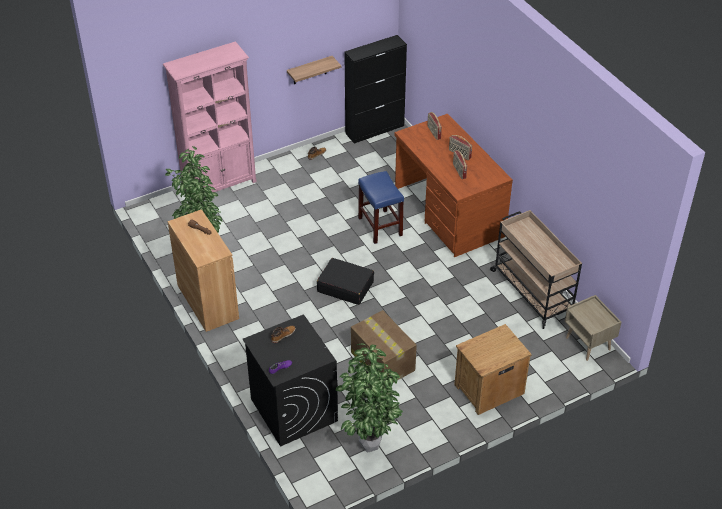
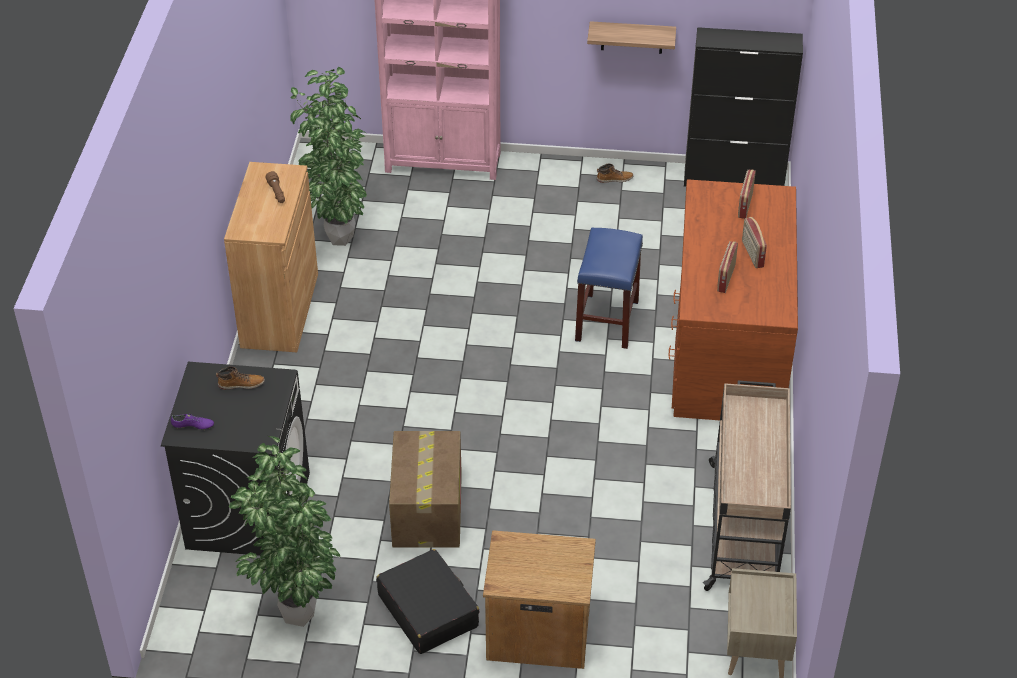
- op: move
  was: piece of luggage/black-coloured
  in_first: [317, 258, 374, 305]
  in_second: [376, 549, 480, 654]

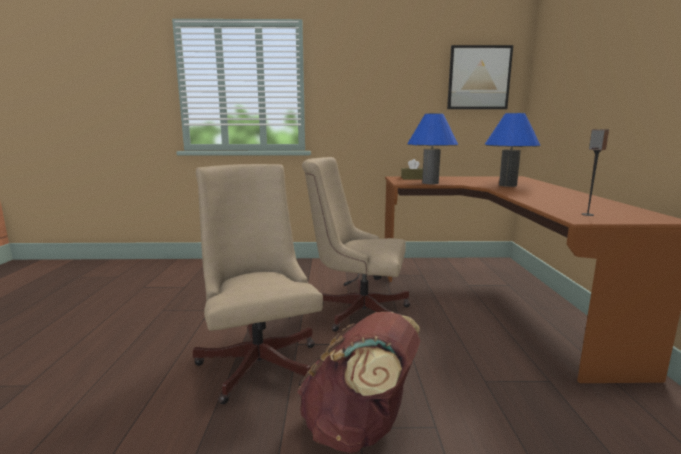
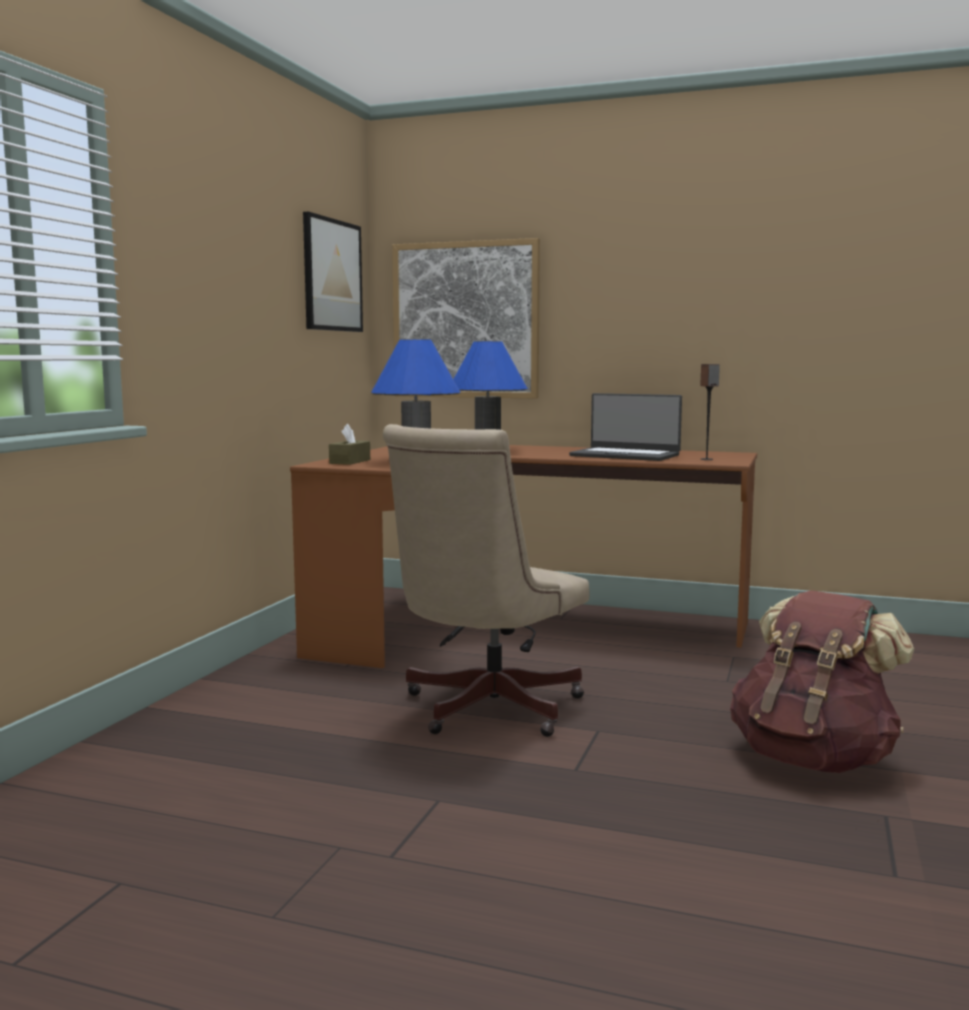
- op: delete
  was: desk chair/sand-coloured
  in_first: [193, 164, 323, 404]
- op: insert
  now: picture
  in_second: [392, 238, 540, 398]
- op: insert
  now: notebook computer
  in_second: [569, 393, 682, 461]

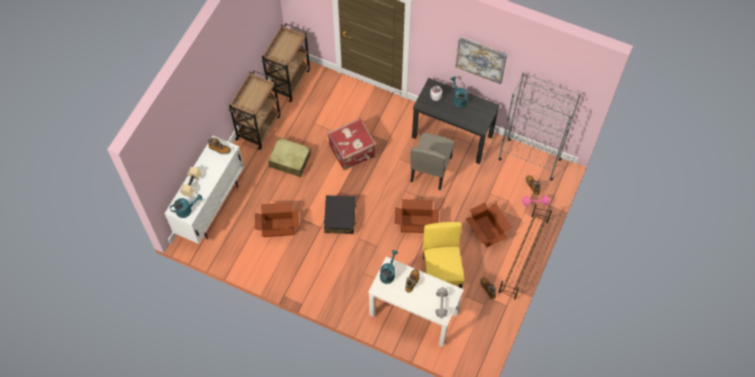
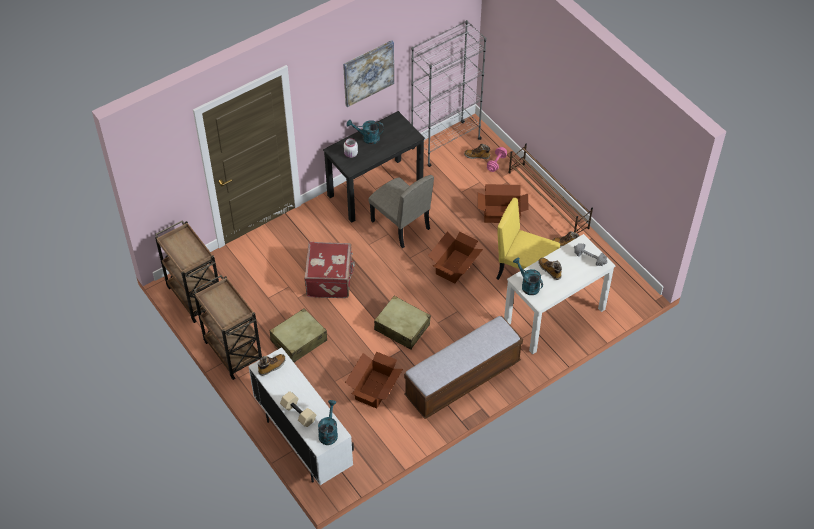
- op: recolor
  was: piece of luggage/black-coloured
  now: piece of luggage/sand-coloured
  in_first: [324, 195, 356, 234]
  in_second: [374, 296, 431, 350]
- op: insert
  now: long seat
  in_second: [404, 316, 523, 419]

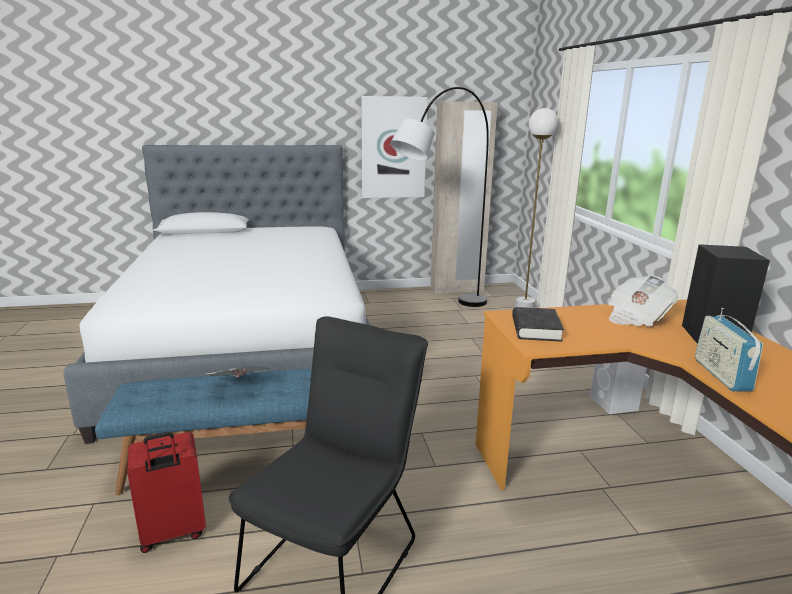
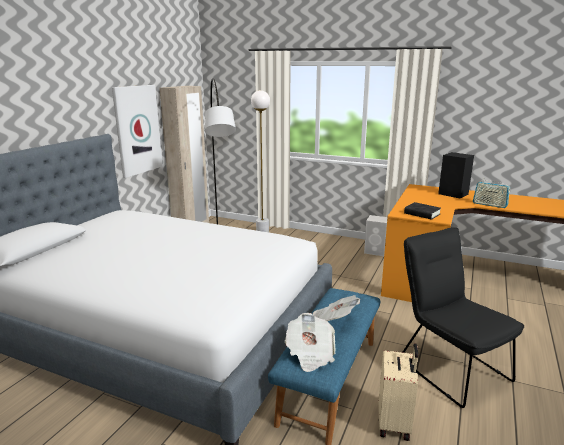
- op: recolor
  was: piece of luggage/red-coloured
  now: piece of luggage/sand-coloured
  in_first: [127, 432, 206, 553]
  in_second: [379, 343, 418, 441]
- op: move
  was: daily paper
  in_first: [608, 276, 678, 327]
  in_second: [285, 313, 336, 372]

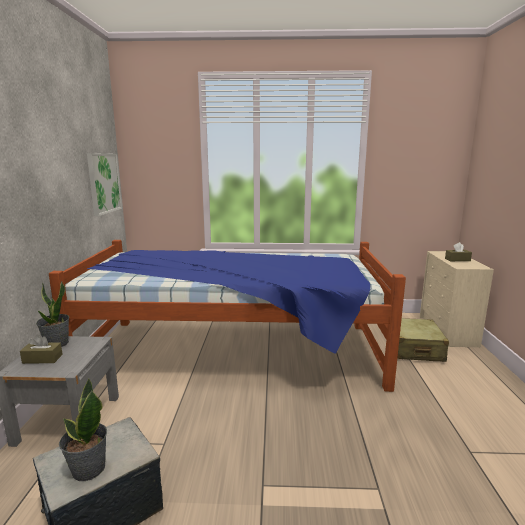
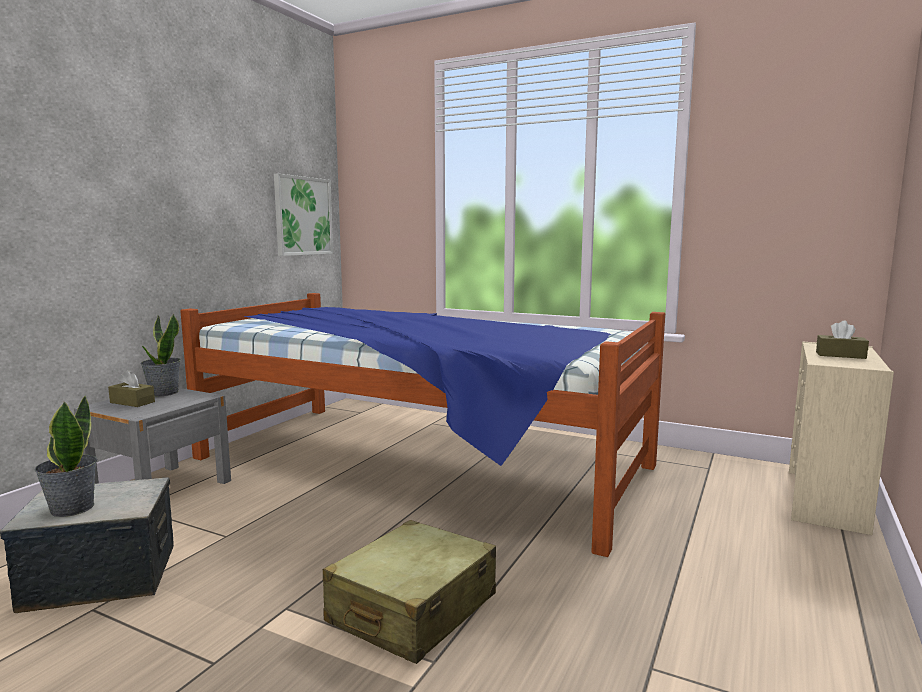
- op: move
  was: piece of luggage/sand-coloured
  in_first: [397, 318, 449, 362]
  in_second: [323, 520, 496, 664]

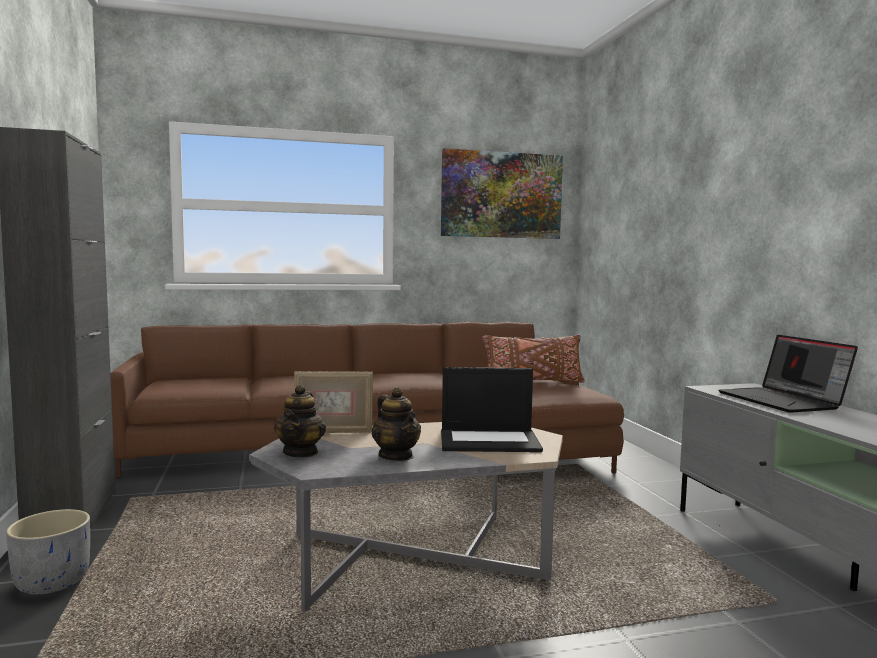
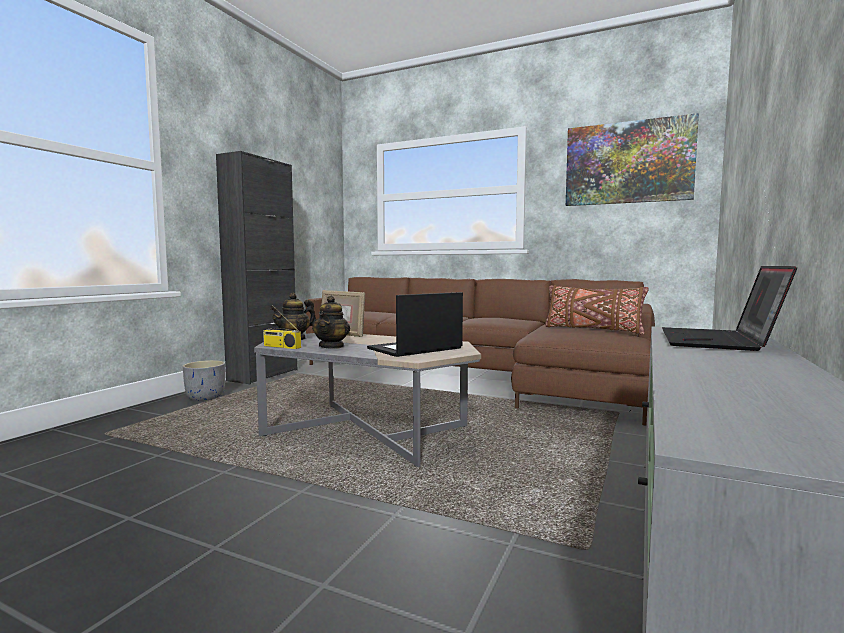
- op: rotate
  was: notebook computer
  in_first: [441, 367, 543, 452]
  in_second: [367, 292, 463, 357]
  clockwise: 105
- op: insert
  now: radio set
  in_second: [263, 305, 301, 349]

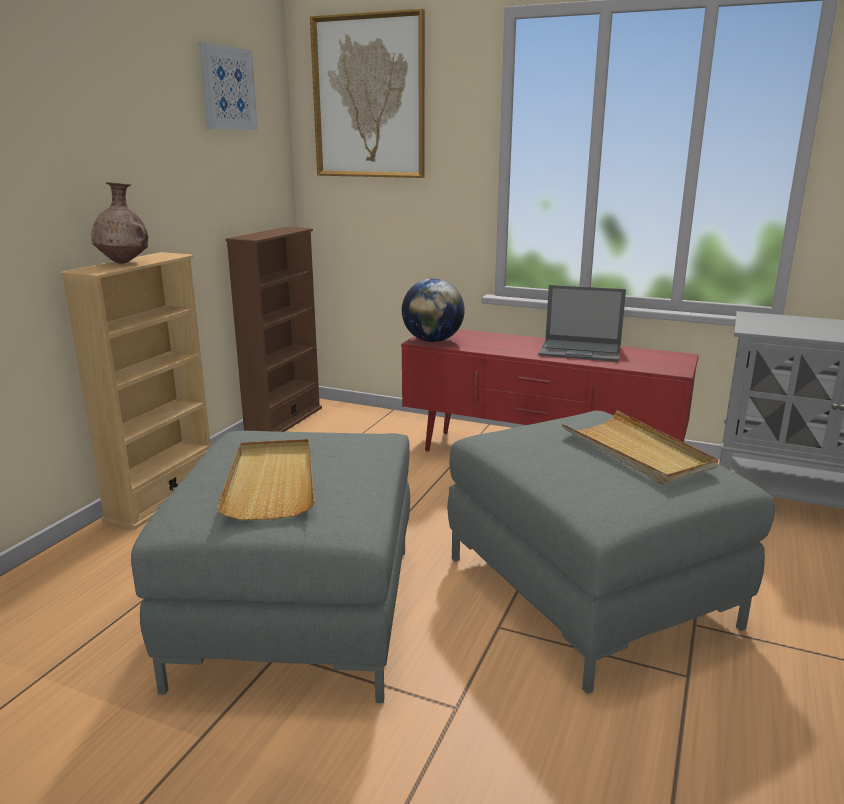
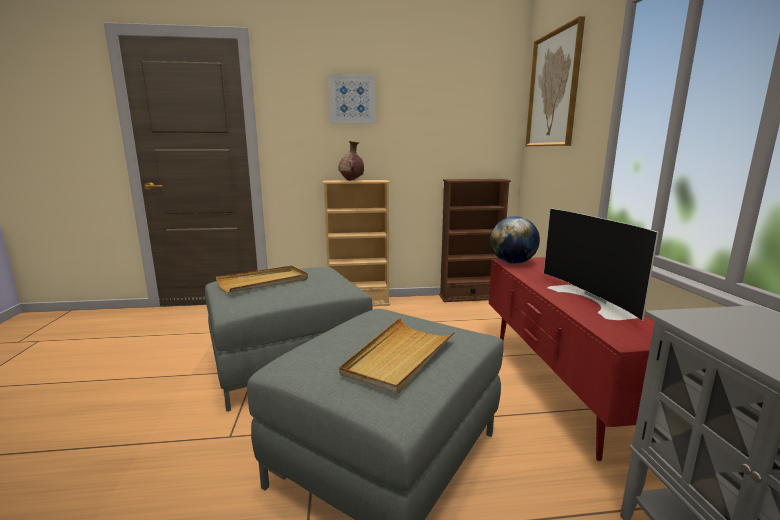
- op: move
  was: picture
  in_first: [199, 42, 258, 130]
  in_second: [328, 74, 376, 124]
- op: replace
  was: notebook computer
  now: TV
  in_first: [539, 285, 626, 362]
  in_second: [543, 208, 659, 321]

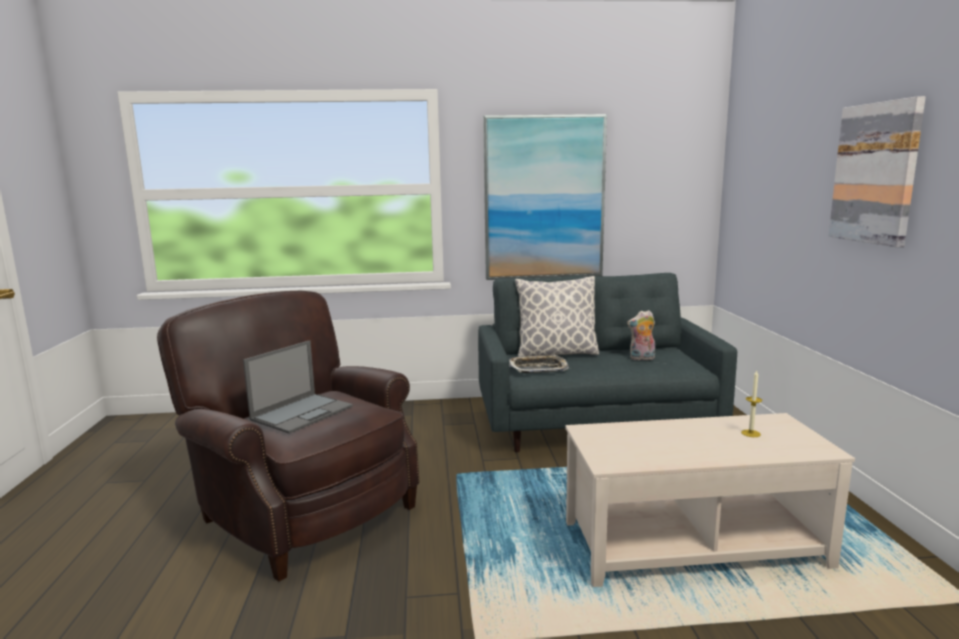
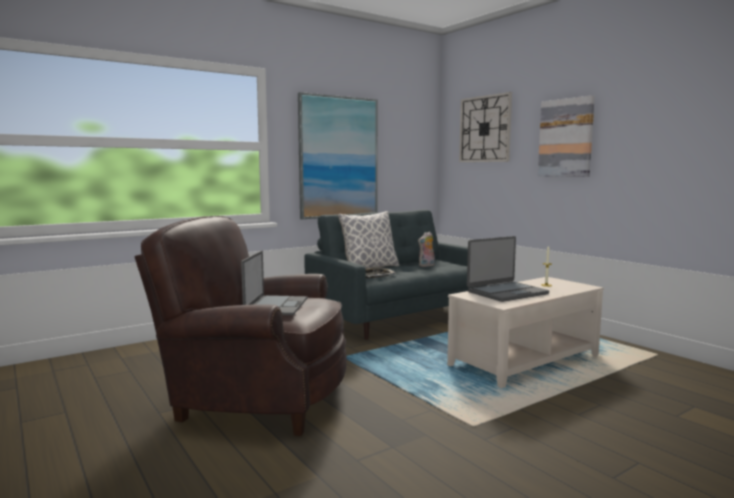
- op: insert
  now: hanging clock
  in_second: [459, 92, 512, 162]
- op: insert
  now: notebook computer
  in_second: [467, 236, 549, 302]

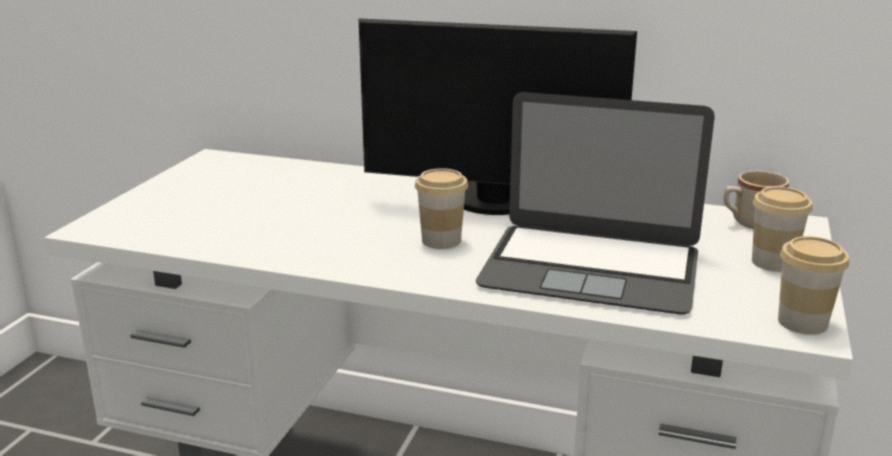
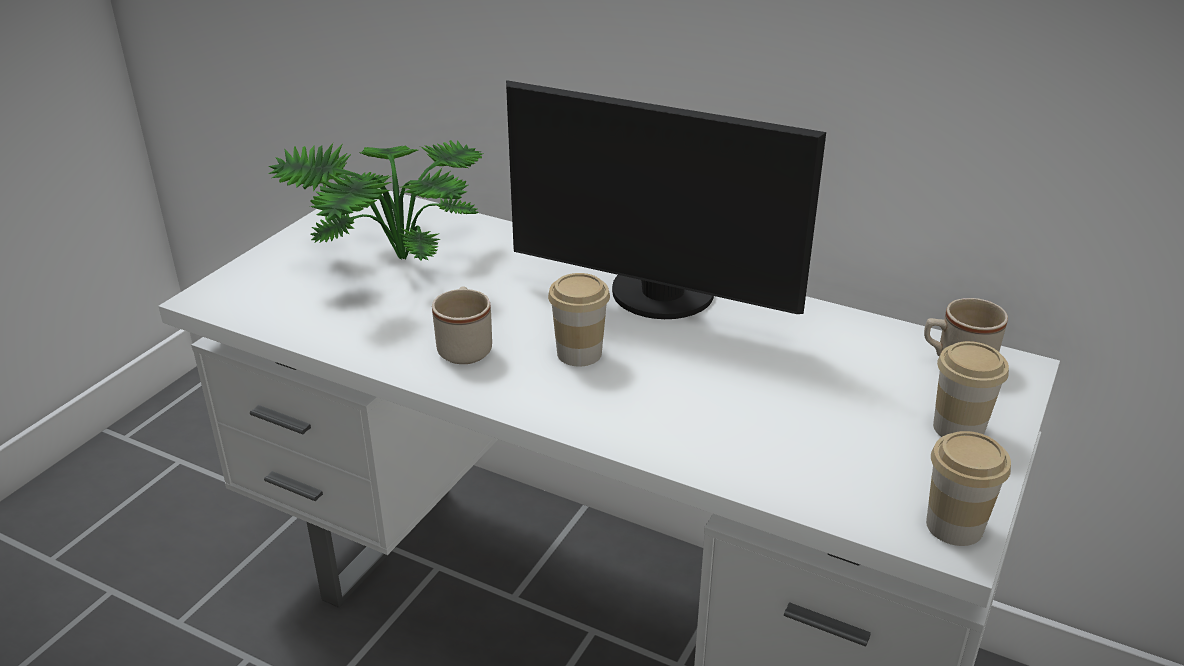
- op: delete
  was: notebook computer
  in_first: [476, 92, 715, 314]
- op: insert
  now: plant in a pot
  in_second: [268, 140, 483, 261]
- op: insert
  now: coffee mug/sand-coloured
  in_second: [432, 286, 492, 364]

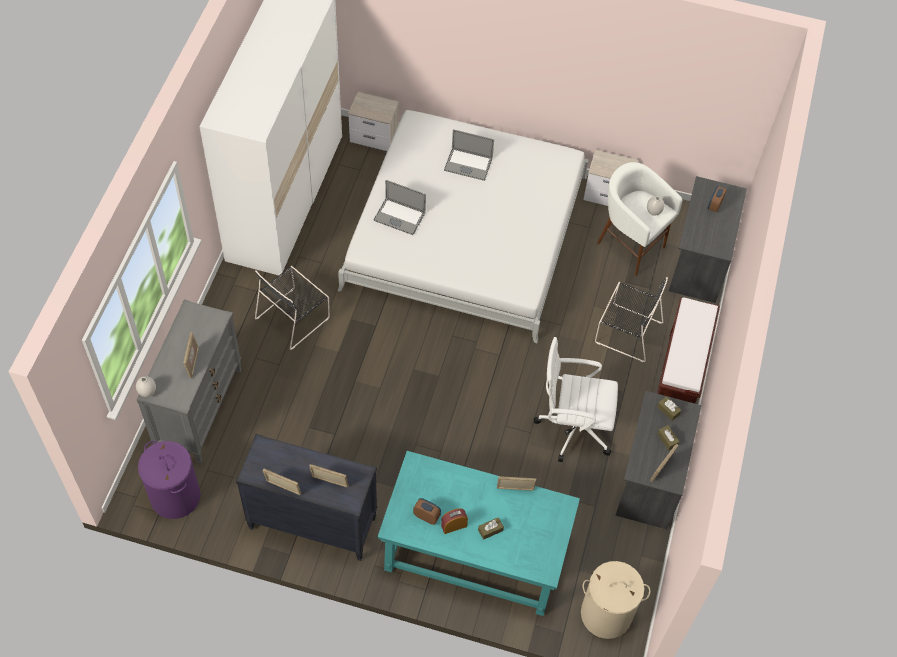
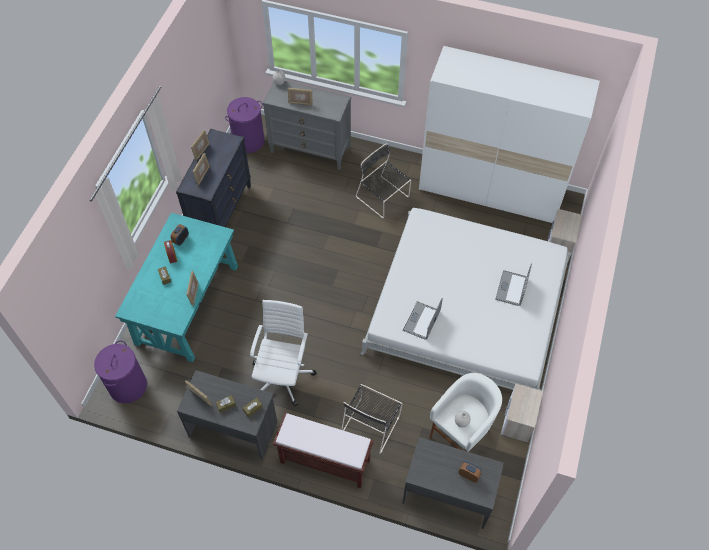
- op: move
  was: notebook computer
  in_first: [373, 180, 426, 235]
  in_second: [403, 298, 443, 340]
- op: recolor
  was: laundry basket/sand-coloured
  now: laundry basket/purplish
  in_first: [581, 561, 650, 639]
  in_second: [94, 340, 147, 403]

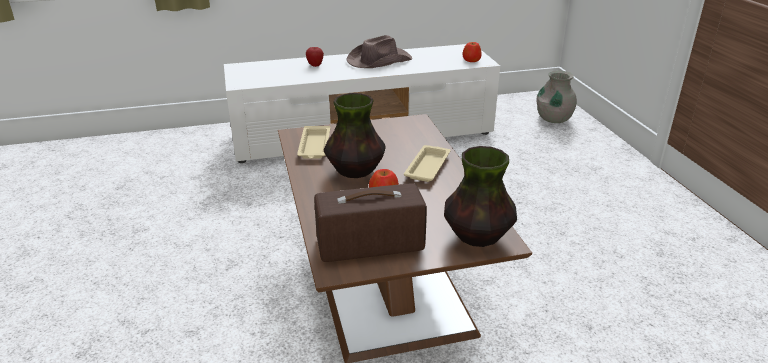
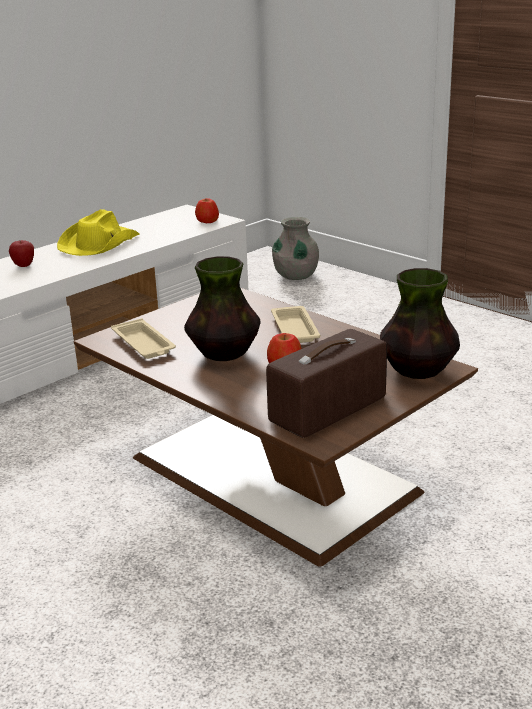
- op: recolor
  was: wearable hat/brown-coloured
  now: wearable hat/yellowish
  in_first: [346, 35, 412, 68]
  in_second: [57, 209, 139, 256]

